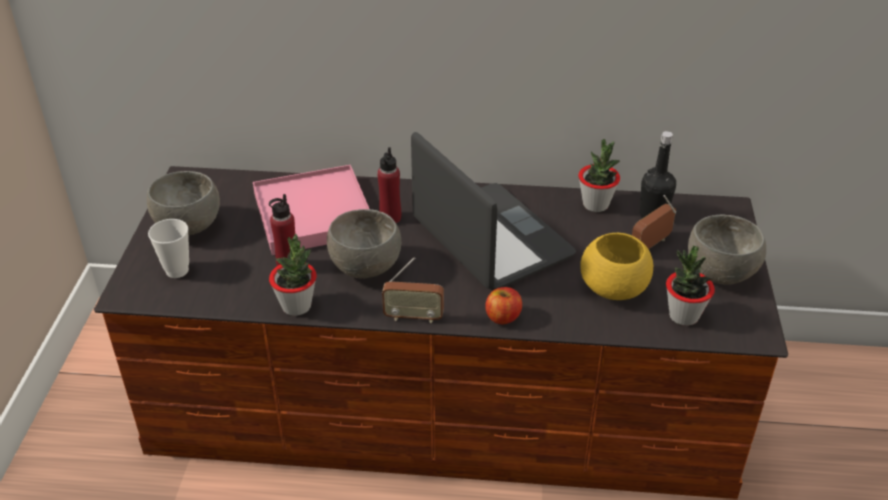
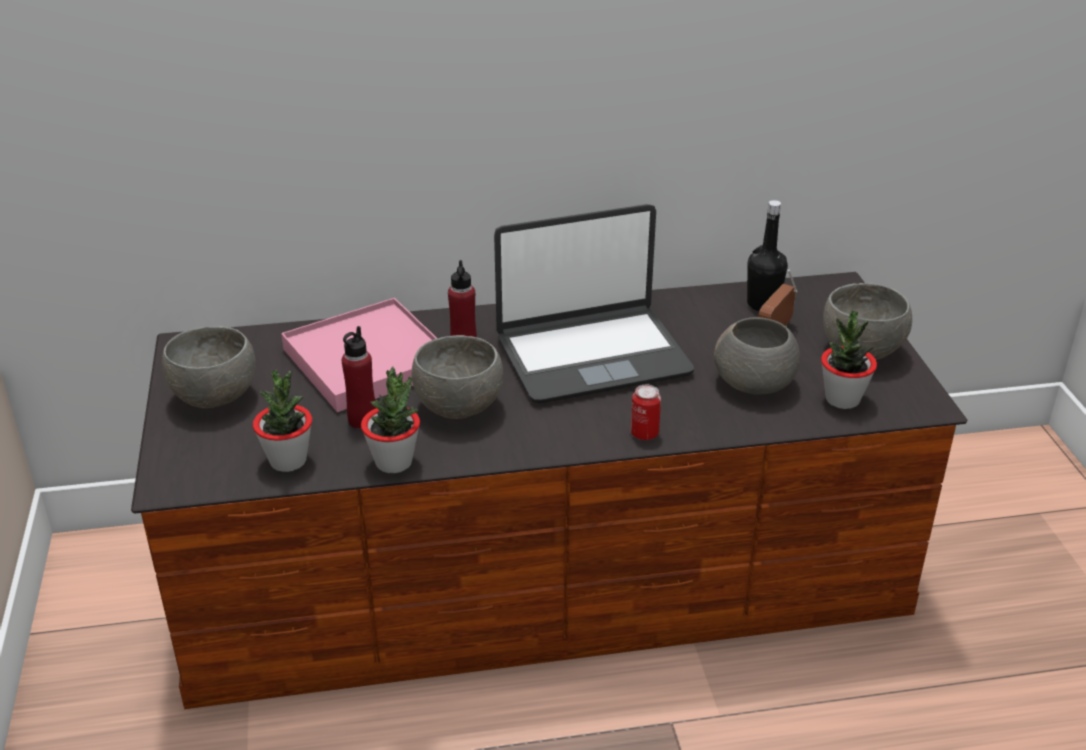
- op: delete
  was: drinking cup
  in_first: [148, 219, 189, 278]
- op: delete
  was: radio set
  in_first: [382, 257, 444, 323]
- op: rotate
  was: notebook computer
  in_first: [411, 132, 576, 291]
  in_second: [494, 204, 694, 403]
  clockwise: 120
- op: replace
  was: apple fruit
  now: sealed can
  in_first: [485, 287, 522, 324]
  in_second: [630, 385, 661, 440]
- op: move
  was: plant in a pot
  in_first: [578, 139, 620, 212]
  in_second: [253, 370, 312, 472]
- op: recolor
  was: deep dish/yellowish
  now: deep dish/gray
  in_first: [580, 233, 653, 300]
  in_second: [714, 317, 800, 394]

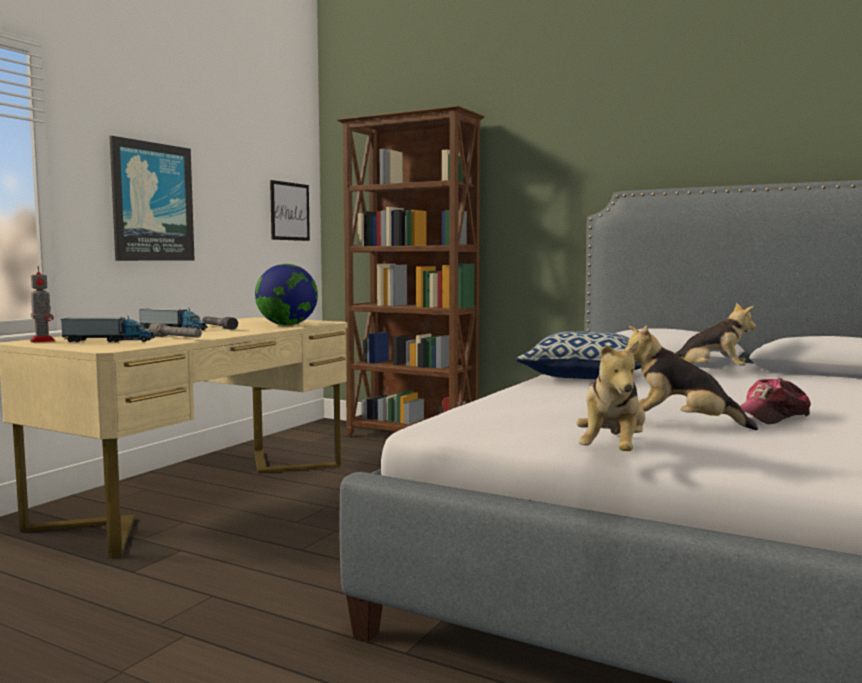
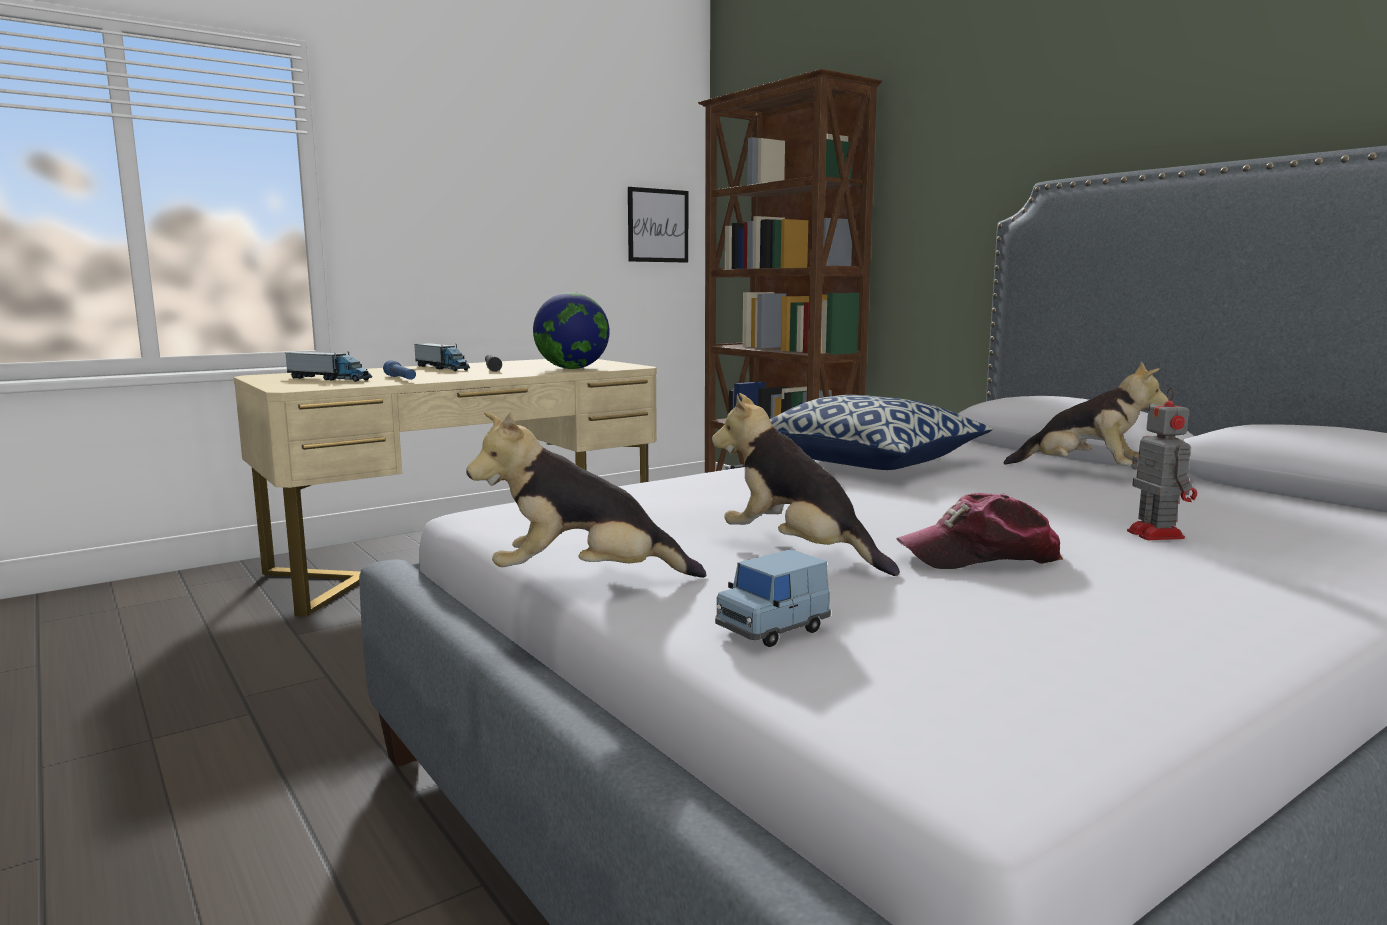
- op: move
  was: robot figure
  in_first: [30, 266, 55, 343]
  in_second: [1127, 387, 1197, 540]
- op: delete
  was: picture
  in_first: [110, 136, 195, 261]
- op: recolor
  was: torch/gray
  now: torch/blue
  in_first: [149, 323, 202, 338]
  in_second: [383, 360, 416, 380]
- op: rotate
  was: plush toy
  in_first: [576, 340, 645, 451]
  in_second: [466, 412, 706, 578]
  clockwise: 45
- op: insert
  now: toy car/blue
  in_second: [715, 549, 831, 647]

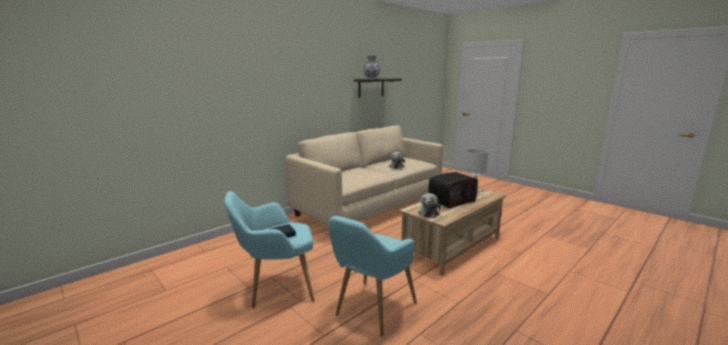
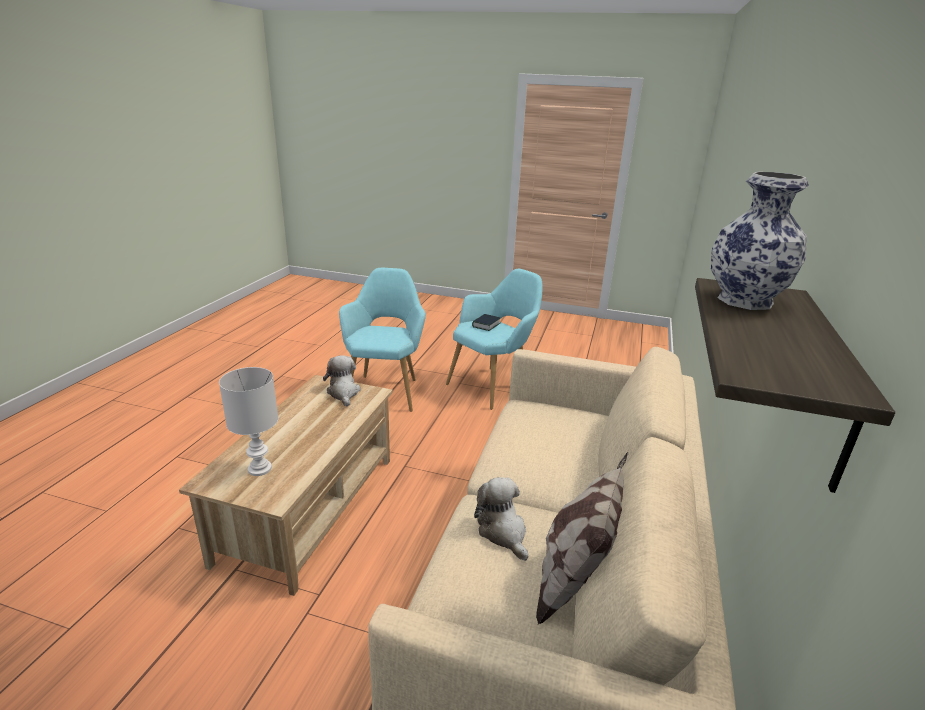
- op: delete
  was: radio set
  in_first: [429, 172, 478, 208]
- op: insert
  now: cushion
  in_second: [536, 452, 628, 626]

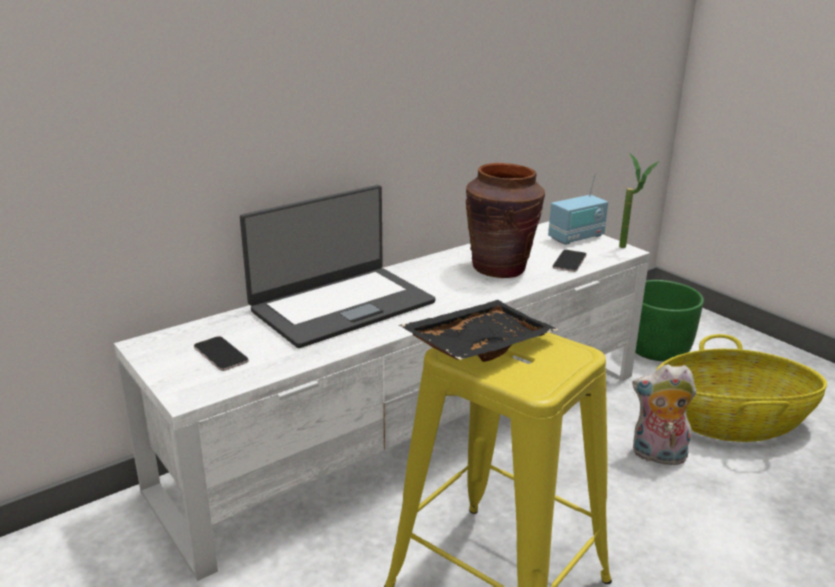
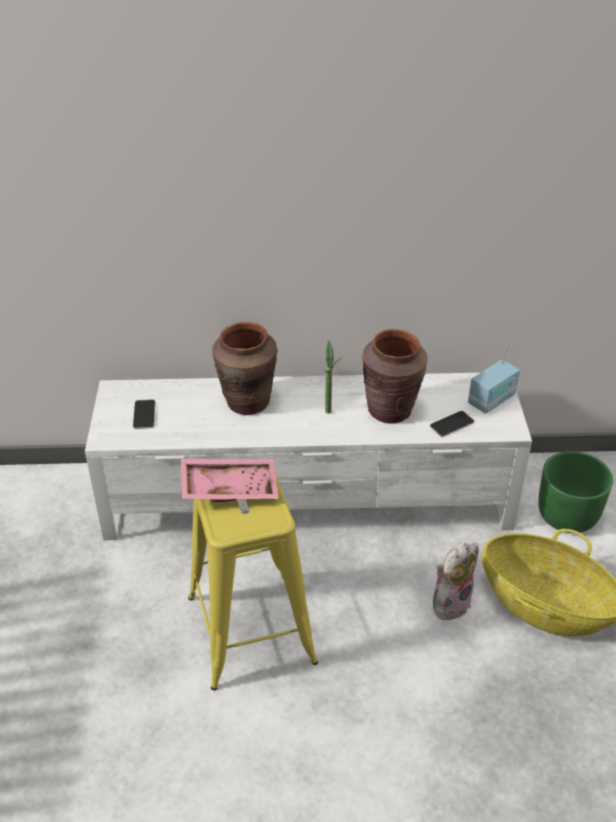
- op: replace
  was: notebook computer
  now: vase/brown-coloured
  in_first: [240, 185, 435, 348]
  in_second: [212, 322, 278, 415]
- op: recolor
  was: serving tray/black-coloured
  now: serving tray/pink-coloured
  in_first: [399, 300, 558, 362]
  in_second: [181, 459, 279, 502]
- op: rotate
  was: radio set
  in_first: [548, 172, 608, 245]
  in_second: [468, 344, 520, 414]
  clockwise: -45
- op: move
  was: plant in a pot
  in_first: [619, 152, 659, 248]
  in_second: [324, 340, 342, 414]
- op: rotate
  was: plush toy
  in_first: [632, 364, 697, 465]
  in_second: [433, 543, 478, 620]
  clockwise: 90

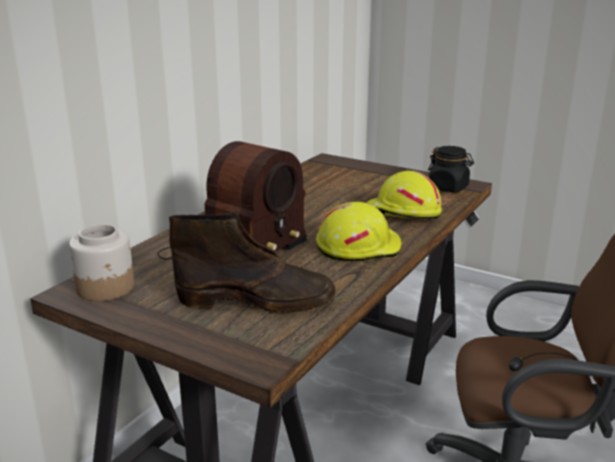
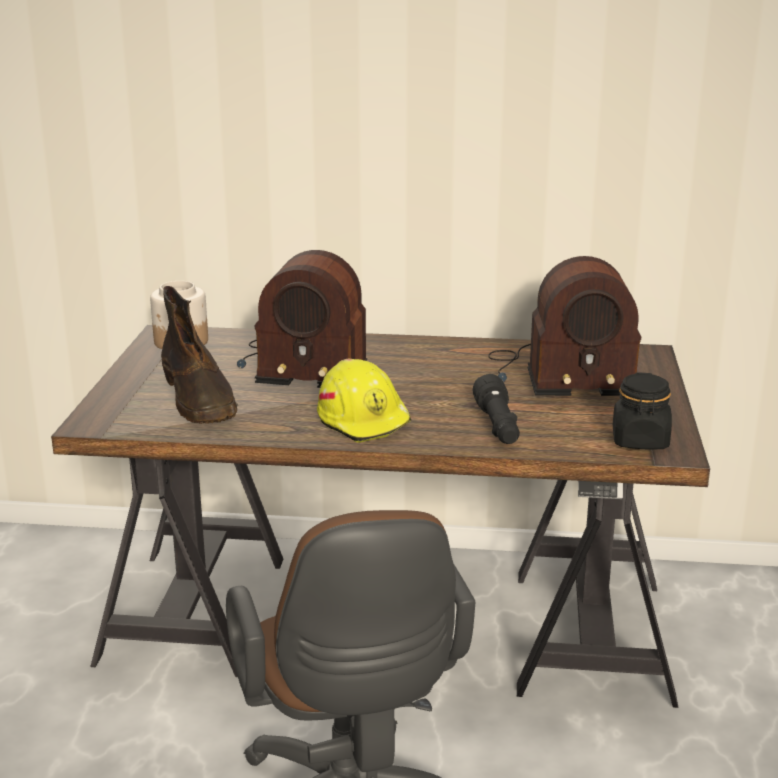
- op: replace
  was: hard hat/yellowish
  now: torch/black-coloured
  in_first: [367, 171, 442, 220]
  in_second: [473, 374, 520, 444]
- op: insert
  now: radio set
  in_second: [488, 256, 641, 396]

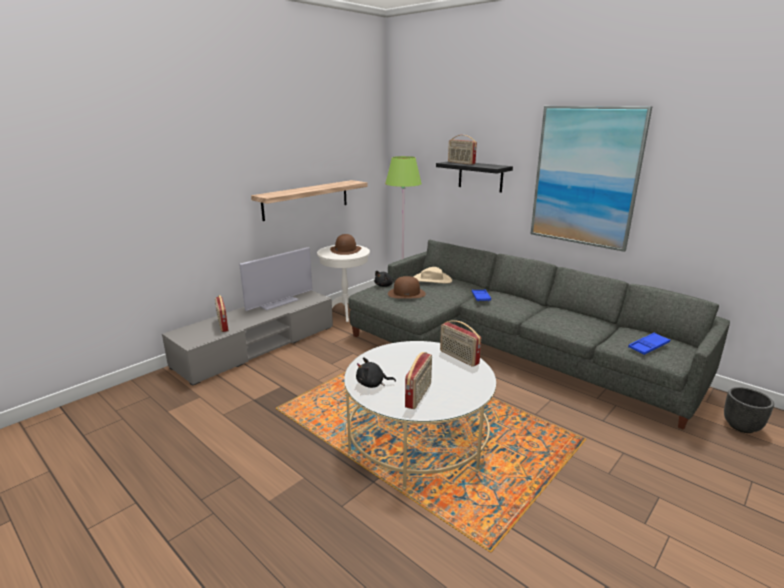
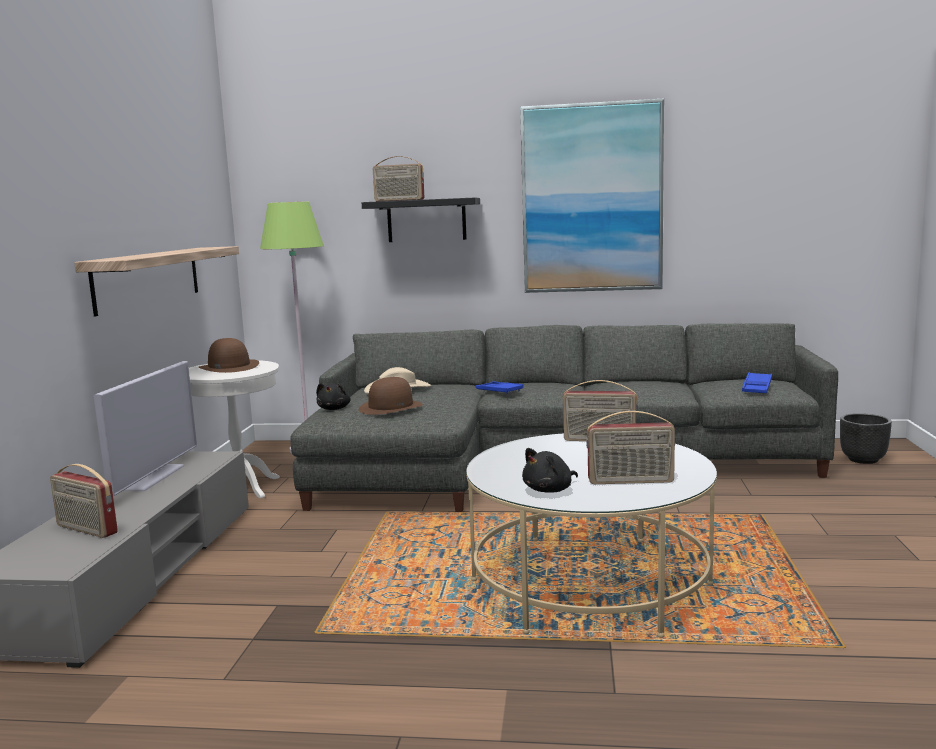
- op: rotate
  was: radio set
  in_first: [405, 352, 432, 409]
  in_second: [586, 411, 675, 484]
  clockwise: 105

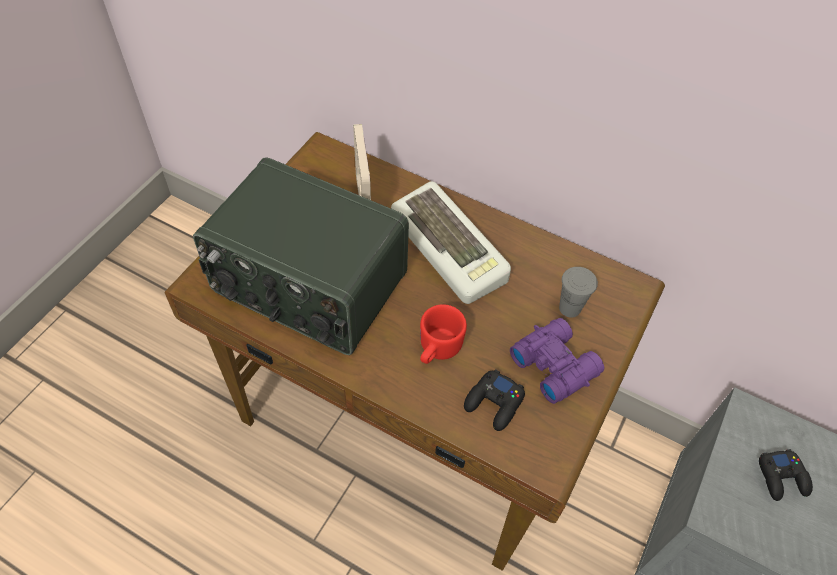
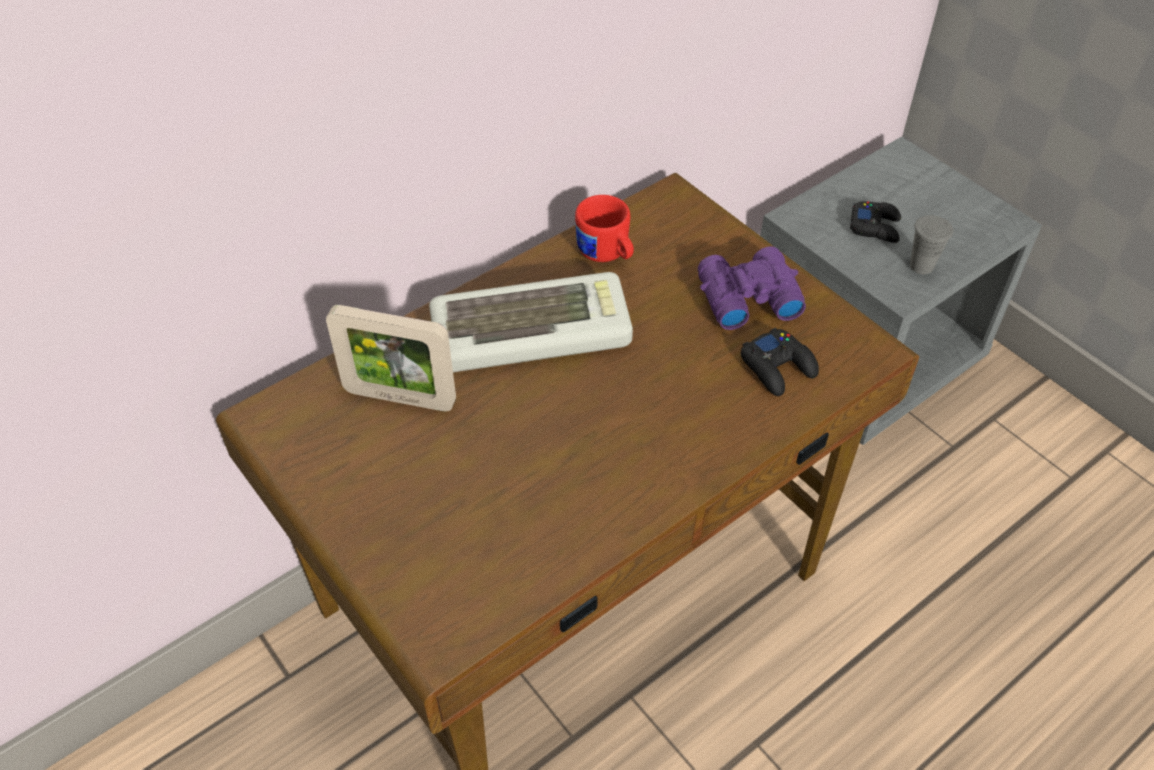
- op: delete
  was: radio set
  in_first: [193, 157, 409, 355]
- op: move
  was: coffee mug/red-coloured
  in_first: [420, 304, 467, 364]
  in_second: [575, 195, 634, 262]
- op: move
  was: drinking cup/gray
  in_first: [559, 267, 598, 318]
  in_second: [910, 215, 953, 274]

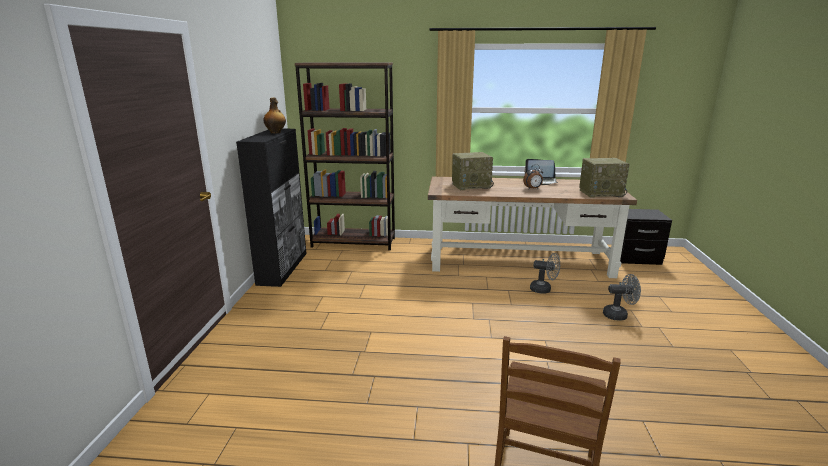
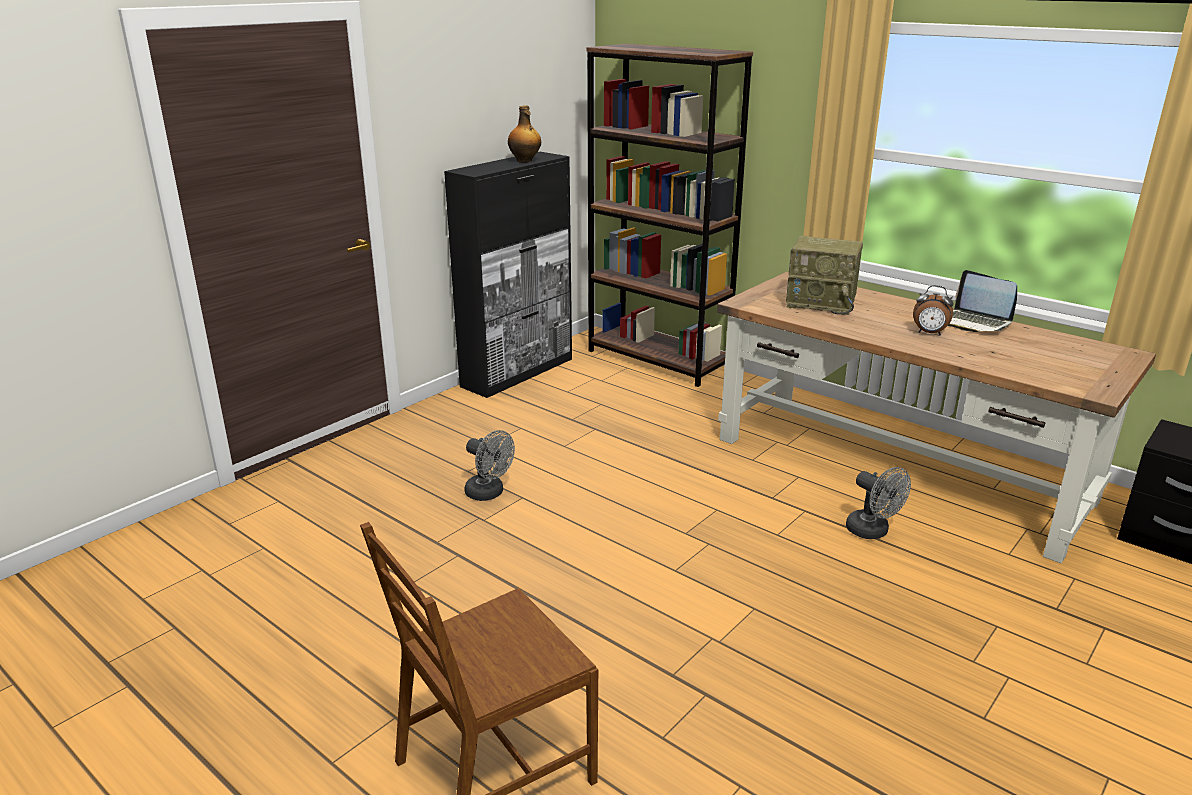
- op: delete
  was: radio set
  in_first: [579, 158, 629, 198]
- op: move
  was: cooling fan/gray
  in_first: [603, 274, 641, 321]
  in_second: [464, 430, 515, 501]

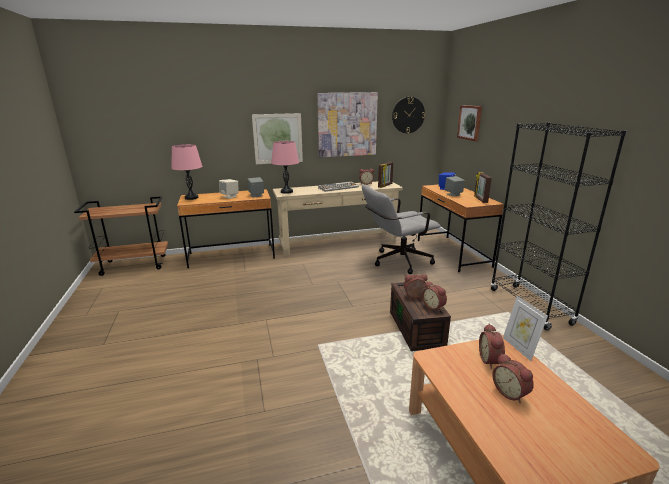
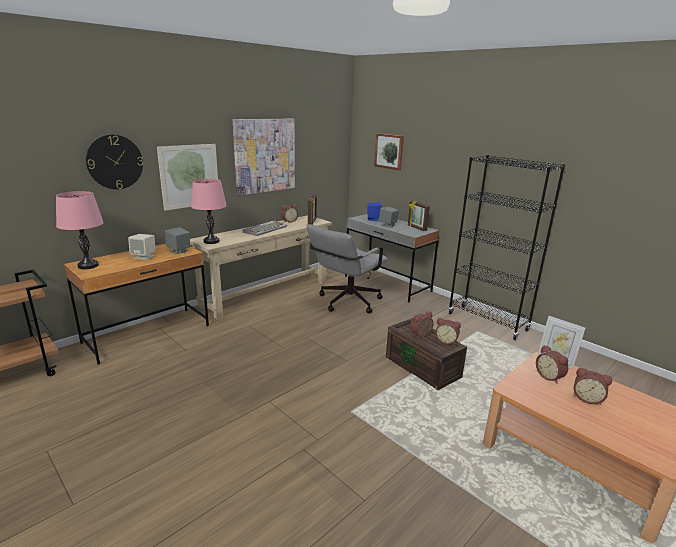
- op: move
  was: hanging clock
  in_first: [392, 97, 425, 133]
  in_second: [86, 135, 143, 189]
- op: recolor
  was: desk/brown-coloured
  now: desk/gray
  in_first: [418, 185, 504, 272]
  in_second: [345, 214, 440, 302]

